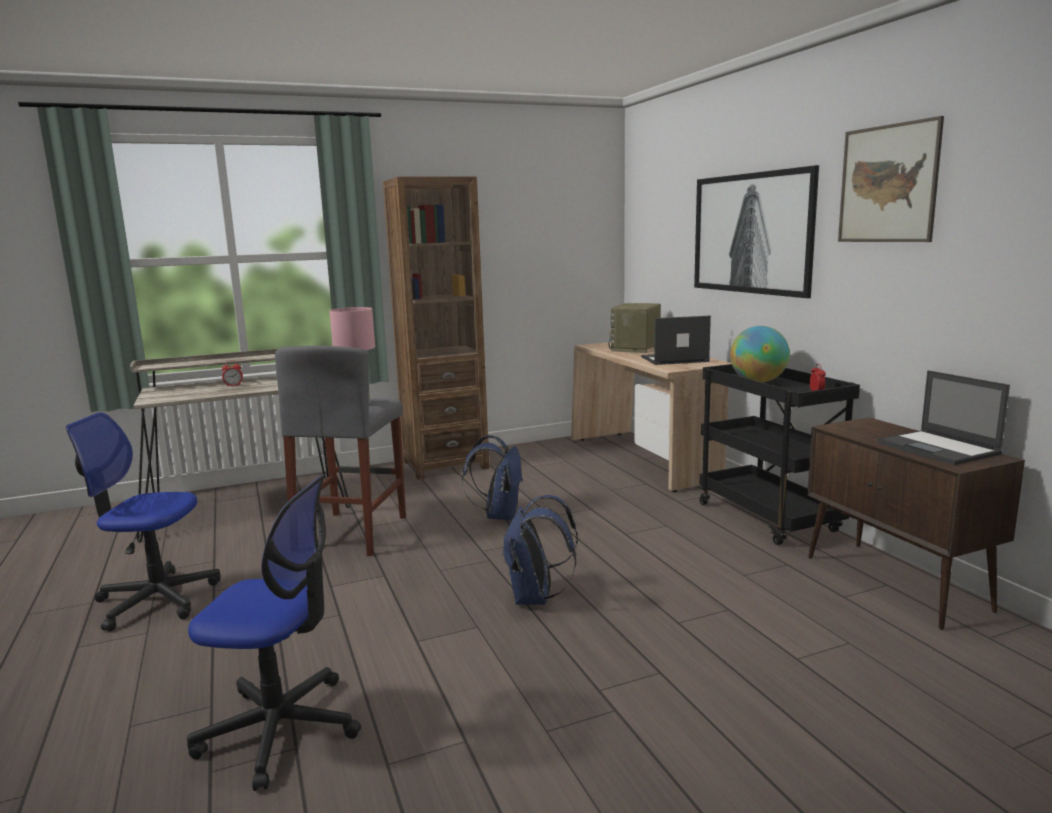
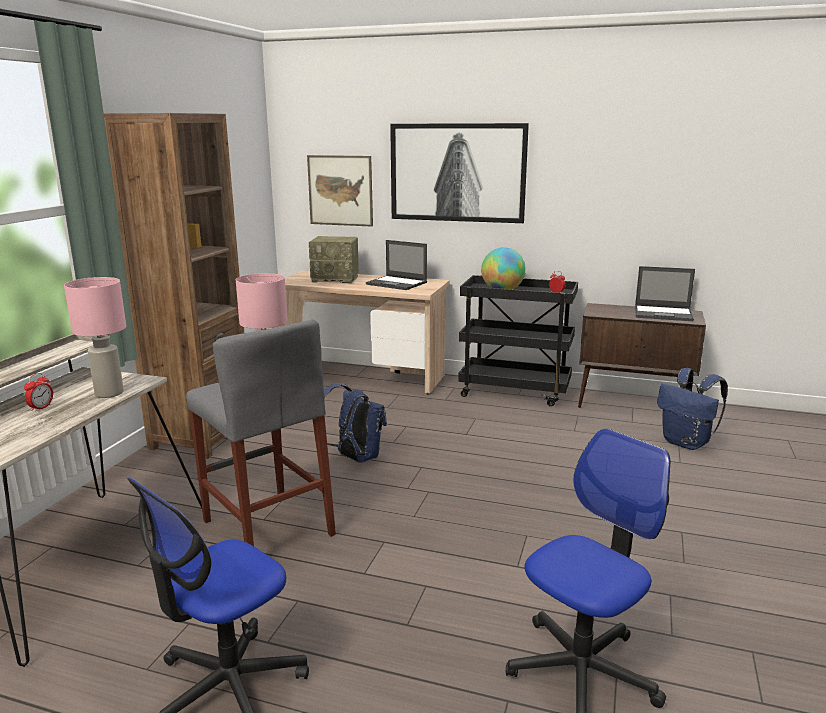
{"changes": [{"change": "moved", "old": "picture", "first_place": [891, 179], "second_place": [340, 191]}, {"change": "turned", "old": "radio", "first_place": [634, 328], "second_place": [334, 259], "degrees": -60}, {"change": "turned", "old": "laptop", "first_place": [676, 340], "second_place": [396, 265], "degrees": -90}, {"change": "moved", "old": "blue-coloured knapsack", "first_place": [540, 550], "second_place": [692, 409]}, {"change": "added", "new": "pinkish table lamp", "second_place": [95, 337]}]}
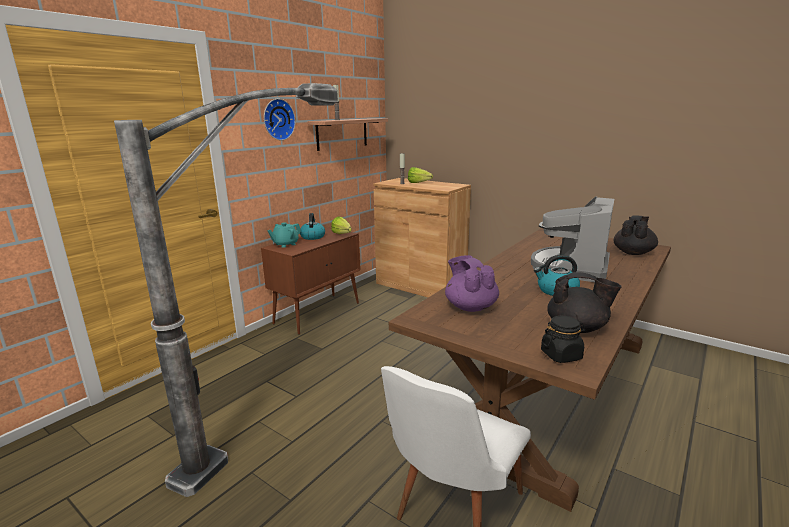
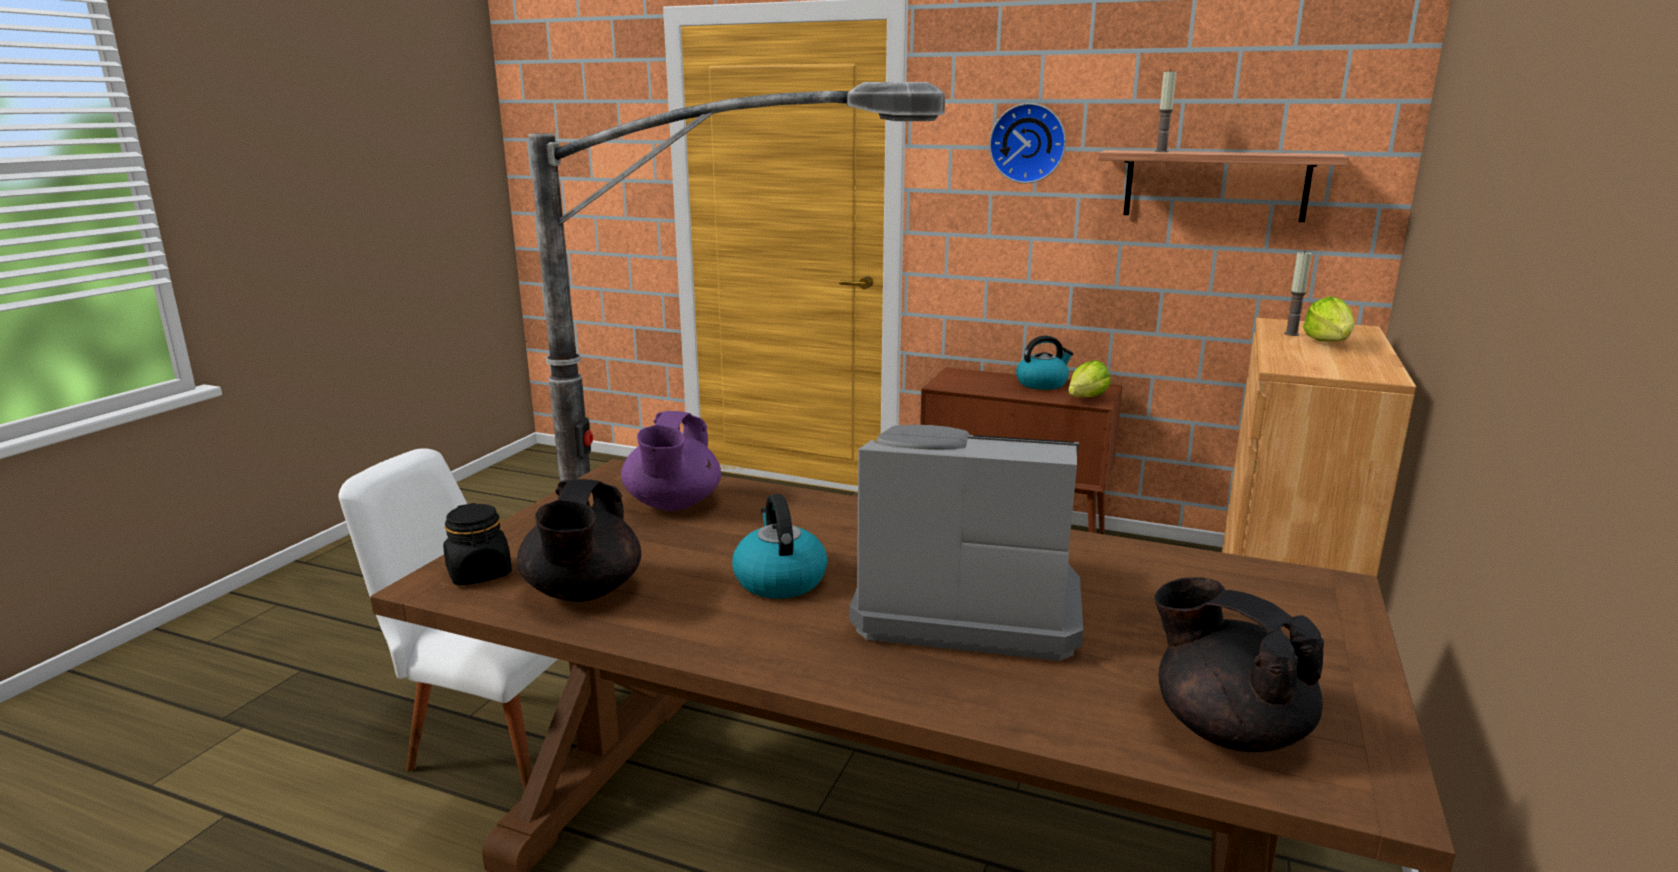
{"changes": [{"change": "turned", "old": "black teapot", "first_place": [636, 235], "second_place": [1239, 664], "degrees": -150}, {"change": "removed", "old": "turquoise-coloured teapot", "first_place": [284, 235]}, {"change": "turned", "old": "purple teapot", "first_place": [472, 283], "second_place": [671, 461], "degrees": 135}]}
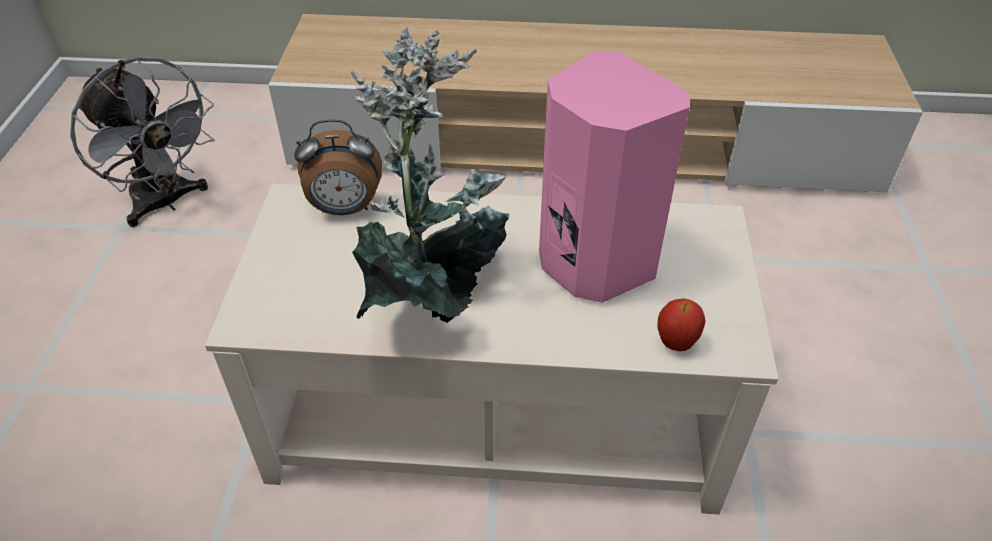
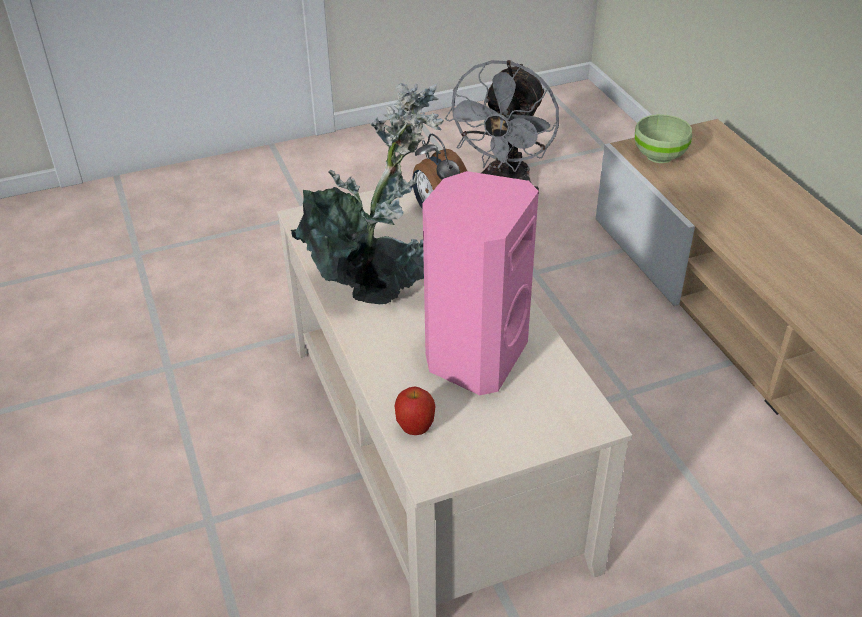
{"changes": [{"change": "added", "new": "green-coloured deep dish", "second_place": [663, 138]}]}
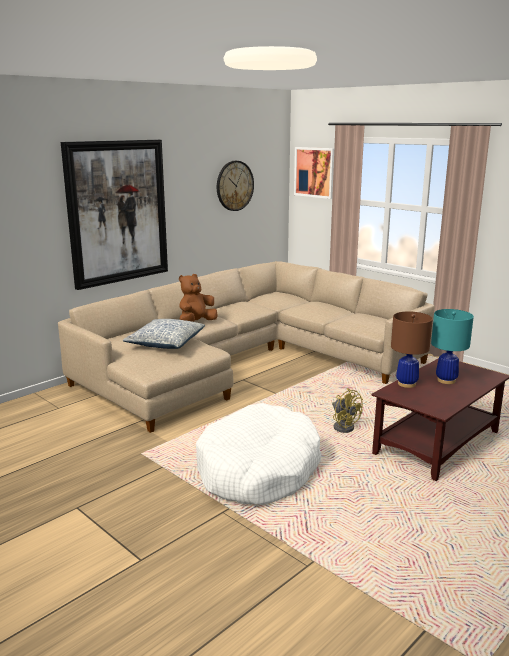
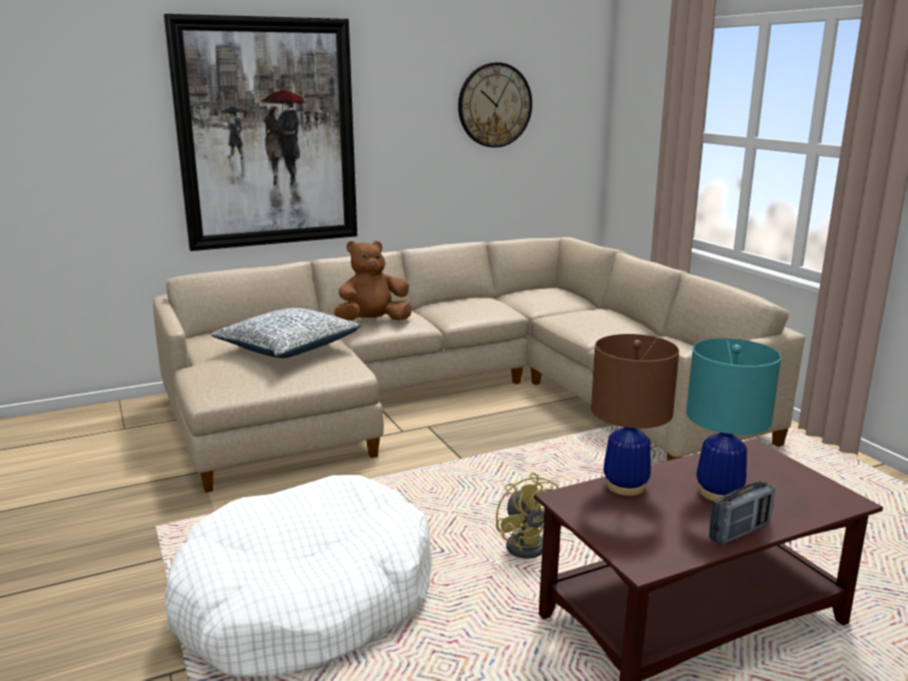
{"changes": [{"change": "removed", "old": "picture", "first_place": [314, 173]}, {"change": "added", "new": "radio", "second_place": [742, 513]}]}
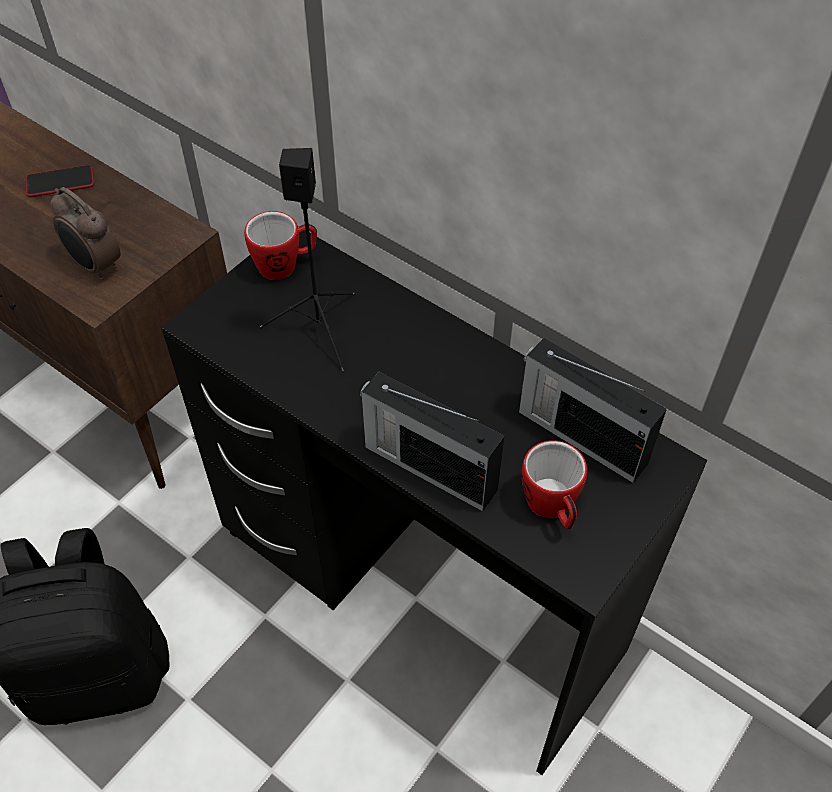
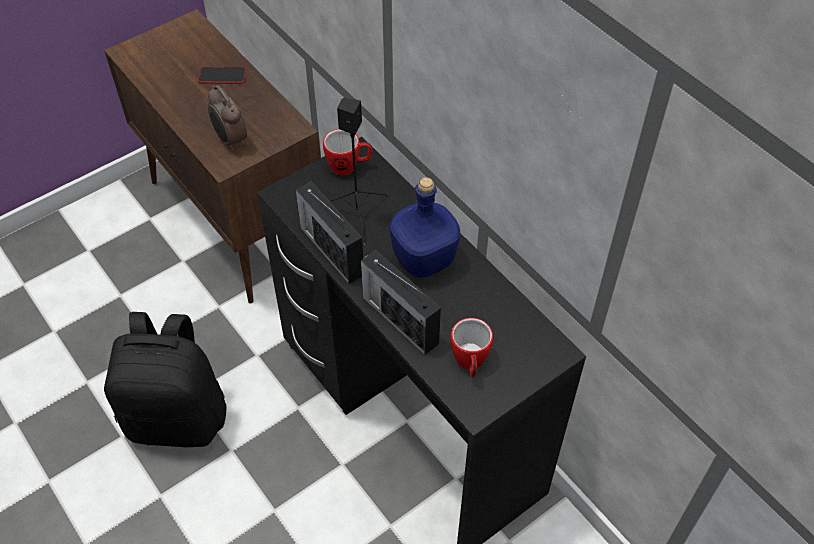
{"changes": [{"change": "moved", "old": "radio", "first_place": [593, 410], "second_place": [329, 232]}, {"change": "added", "new": "blue-coloured bottle", "second_place": [425, 227]}]}
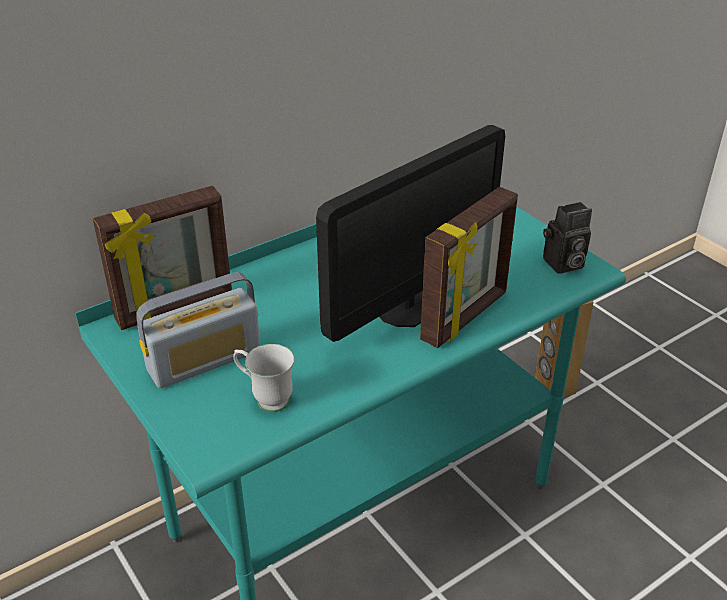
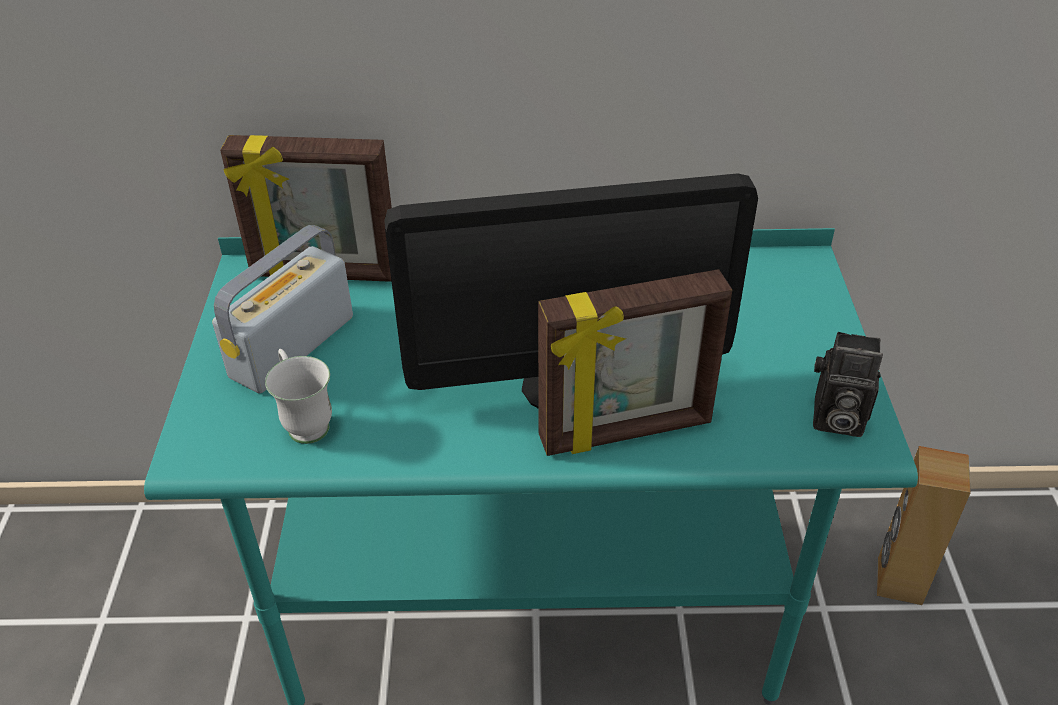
{"changes": [{"change": "turned", "old": "radio", "first_place": [198, 330], "second_place": [282, 309], "degrees": 120}]}
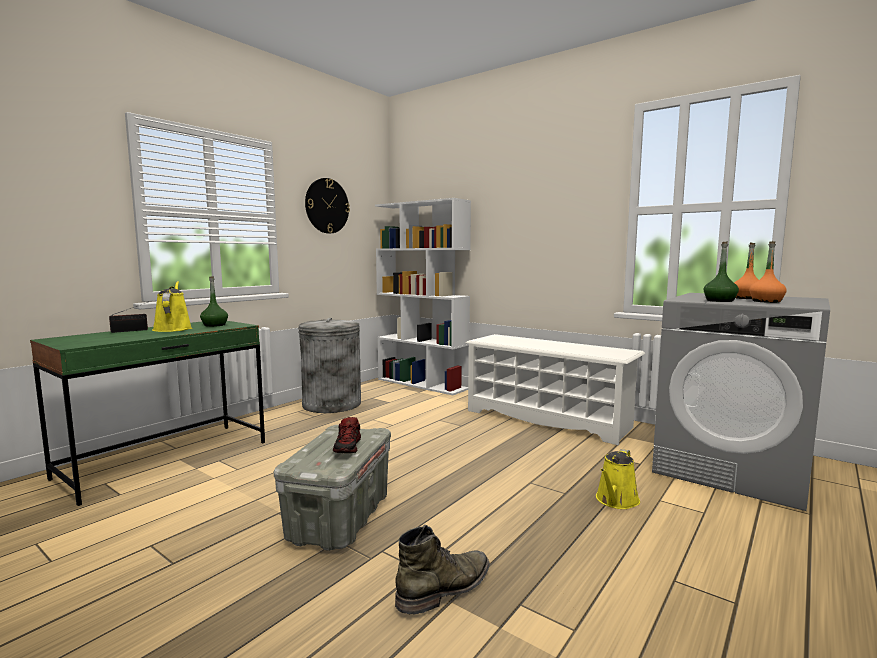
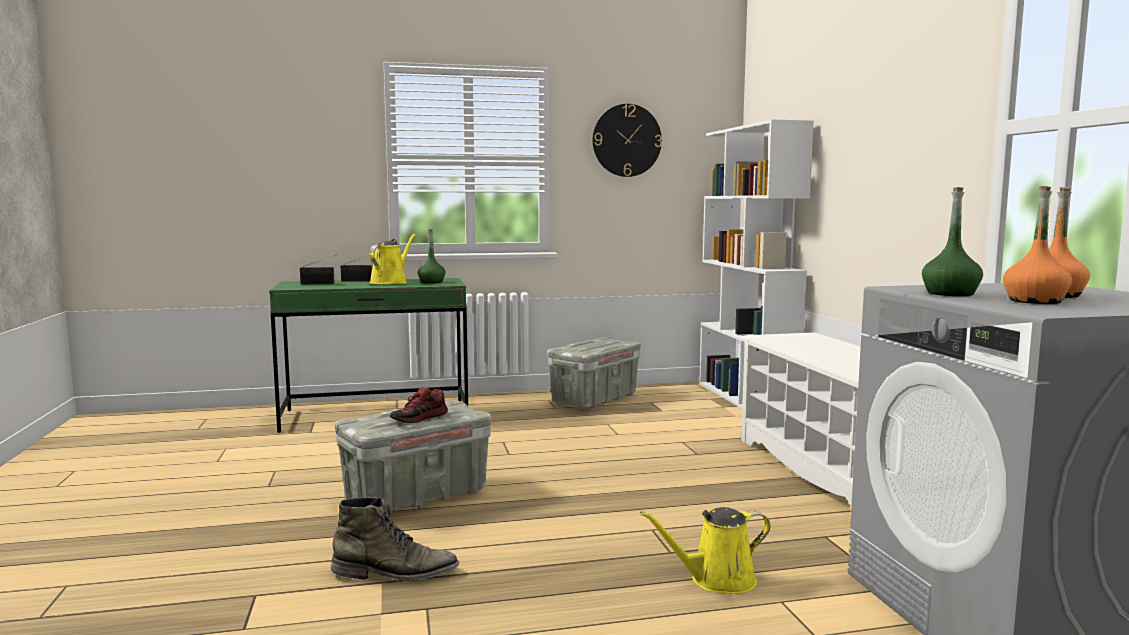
{"changes": [{"change": "replaced", "old": "grey rubbish bin", "new": "grey storage bin", "first_place": [329, 365], "second_place": [594, 373]}, {"change": "added", "new": "radio", "second_place": [318, 269]}]}
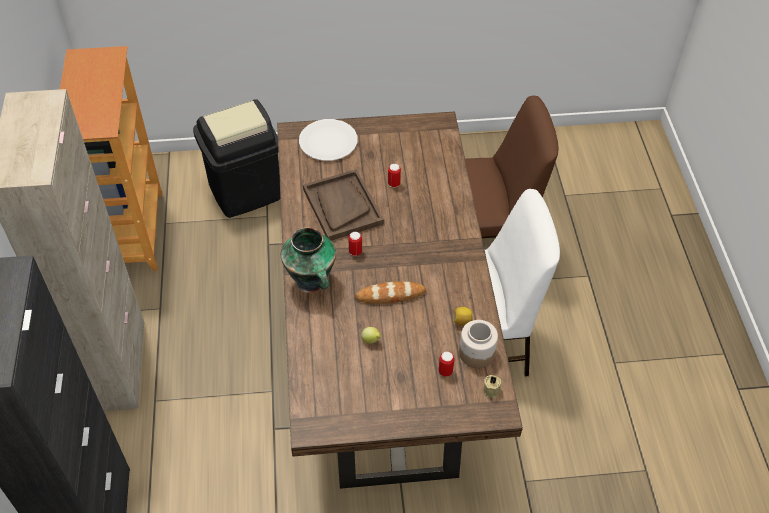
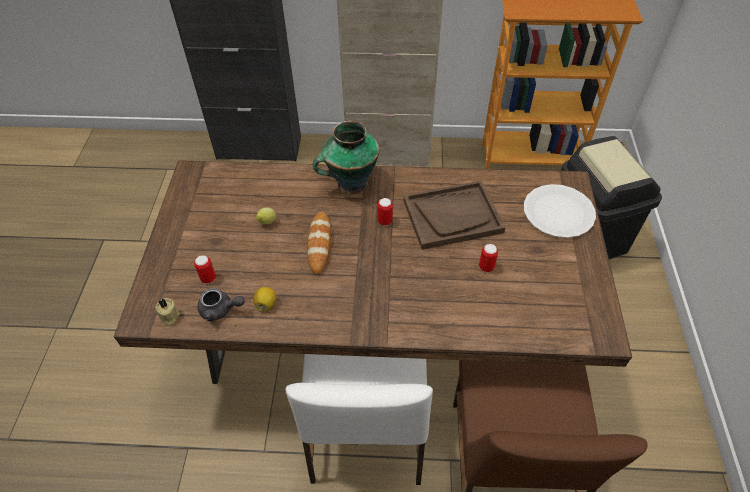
{"changes": [{"change": "replaced", "old": "preserve jar", "new": "grey teapot", "first_place": [478, 344], "second_place": [221, 305]}]}
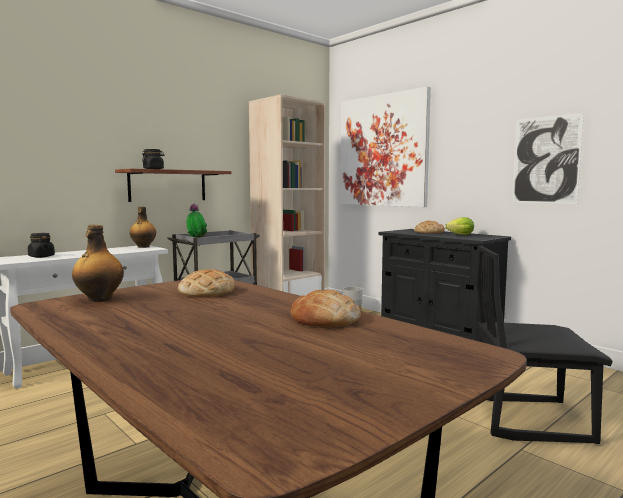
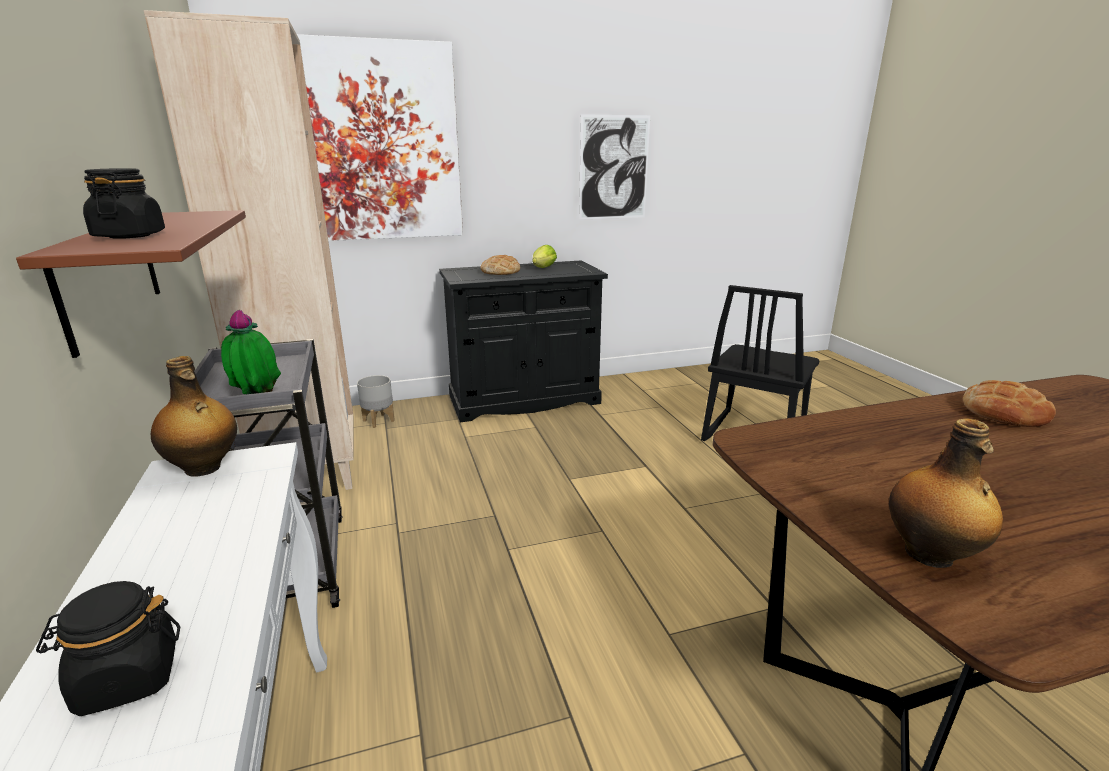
{"changes": [{"change": "removed", "old": "bread", "first_place": [206, 283]}]}
